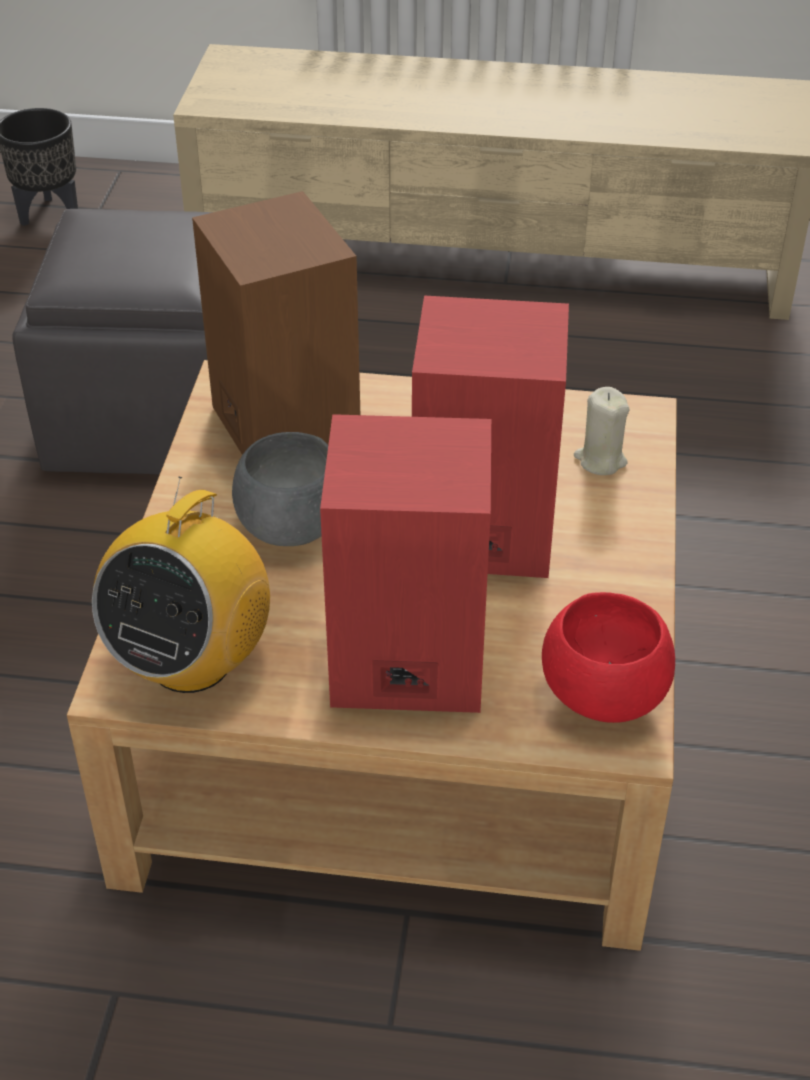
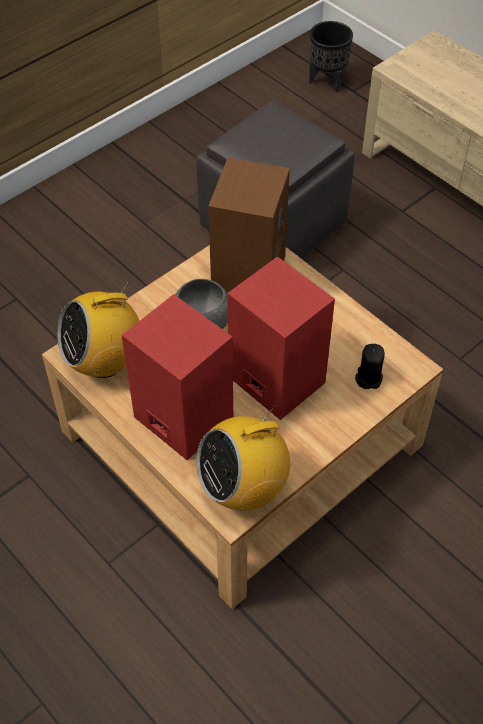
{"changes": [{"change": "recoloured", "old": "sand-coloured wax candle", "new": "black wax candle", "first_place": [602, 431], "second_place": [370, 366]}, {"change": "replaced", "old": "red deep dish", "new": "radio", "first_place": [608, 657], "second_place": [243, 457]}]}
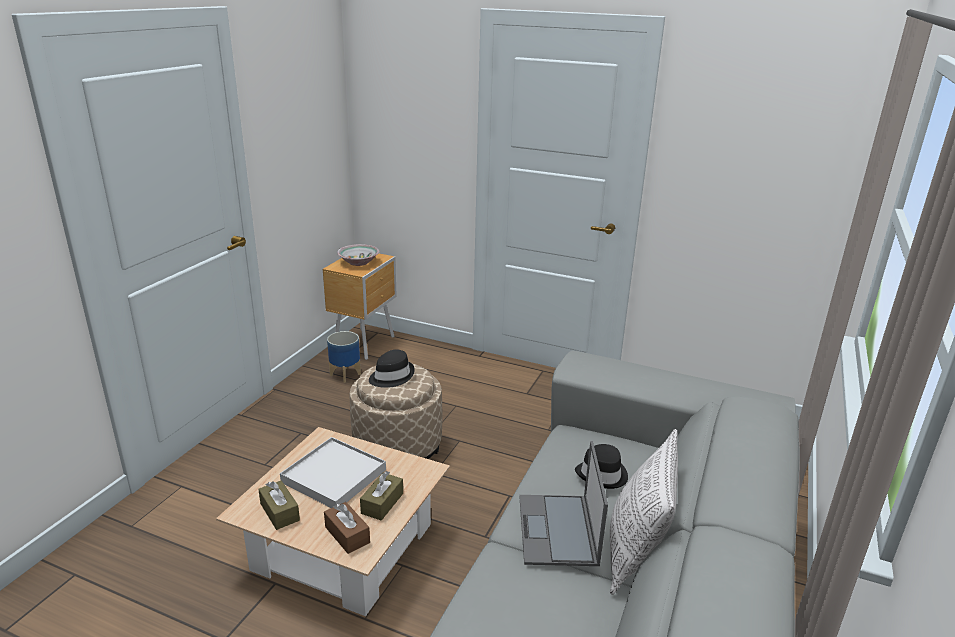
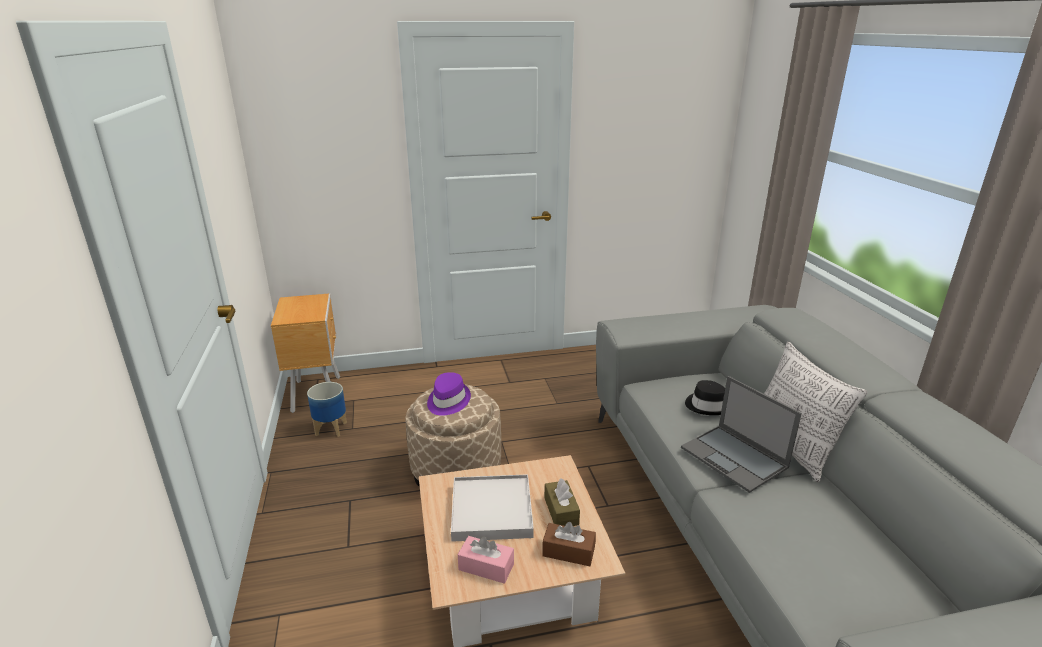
{"changes": [{"change": "removed", "old": "deep dish", "first_place": [358, 255]}, {"change": "recoloured", "old": "black hat", "new": "purple hat", "first_place": [392, 368], "second_place": [449, 394]}, {"change": "recoloured", "old": "brown box of tissues", "new": "pinkish box of tissues", "first_place": [279, 505], "second_place": [486, 560]}]}
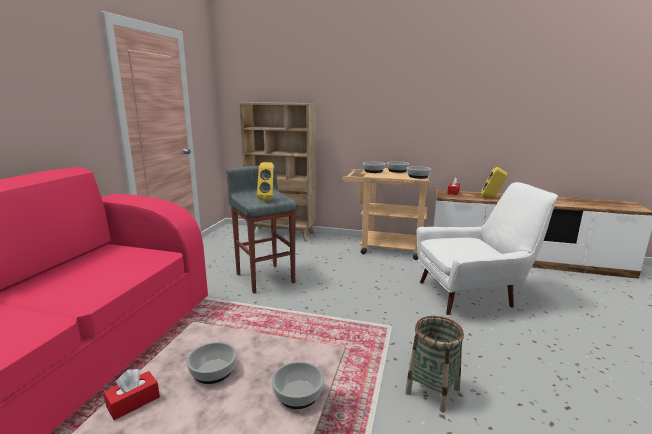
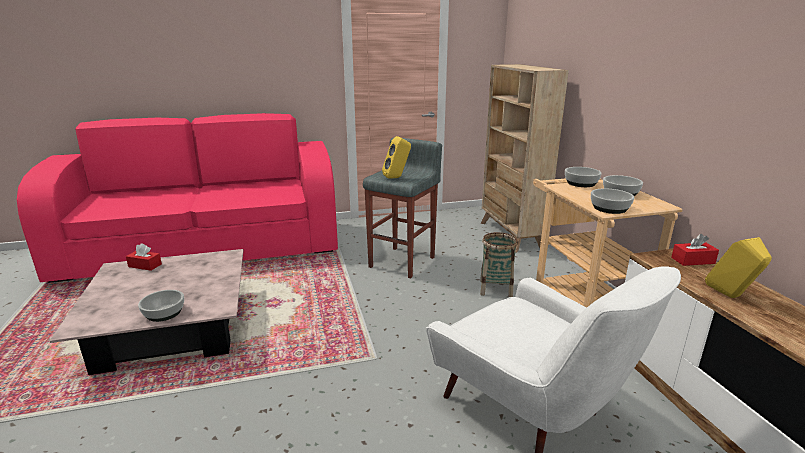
{"changes": [{"change": "moved", "old": "storage basket", "first_place": [434, 364], "second_place": [499, 264]}, {"change": "removed", "old": "deep dish", "first_place": [211, 363]}]}
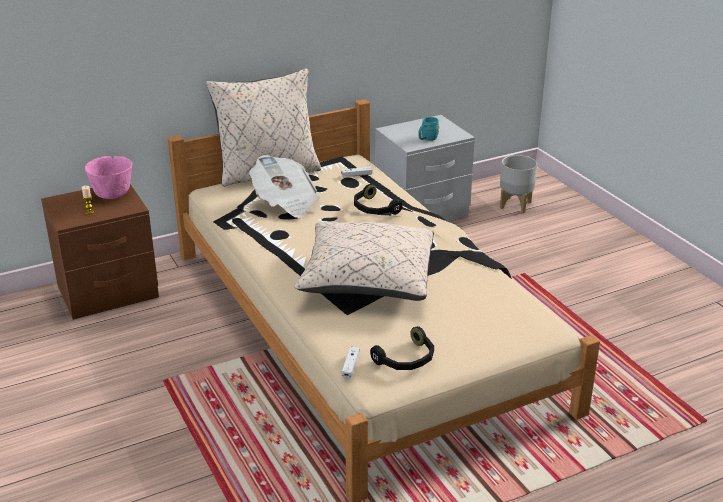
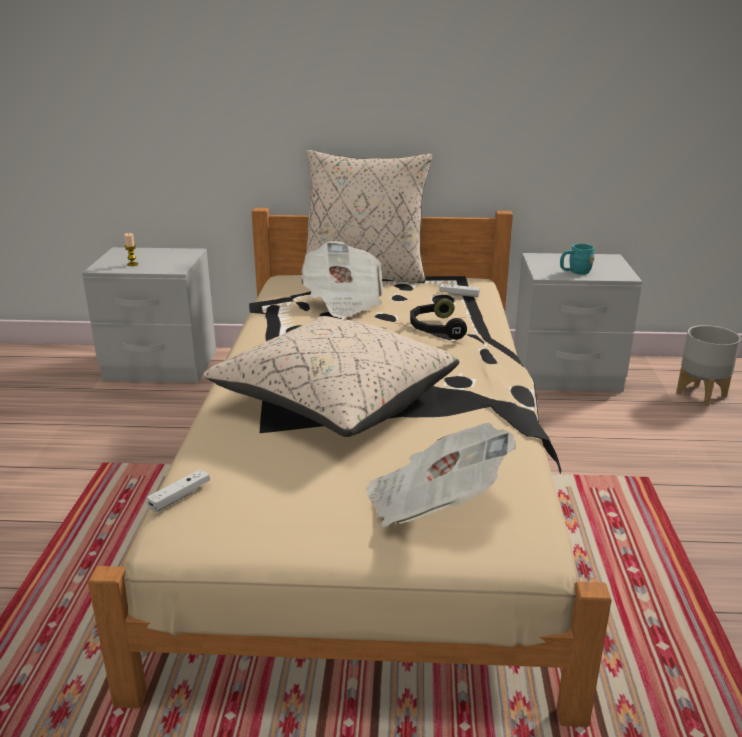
{"changes": [{"change": "removed", "old": "pinkish deep dish", "first_place": [109, 177]}, {"change": "recoloured", "old": "brown bedside table", "new": "grey bedside table", "first_place": [100, 252], "second_place": [149, 315]}, {"change": "removed", "old": "black headphones", "first_place": [402, 348]}, {"change": "added", "new": "newspaper", "second_place": [441, 475]}]}
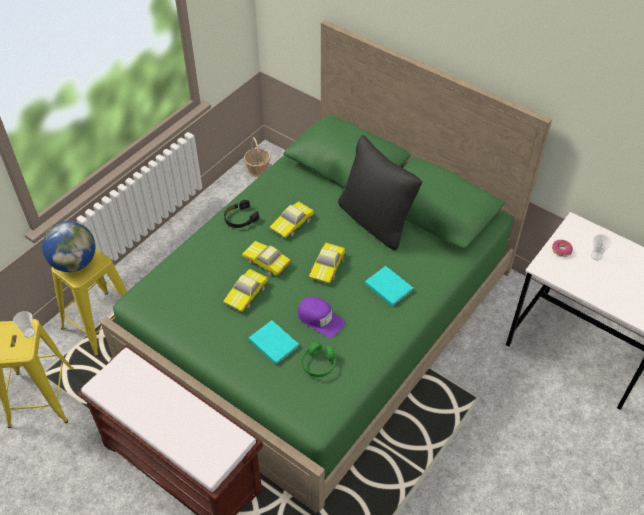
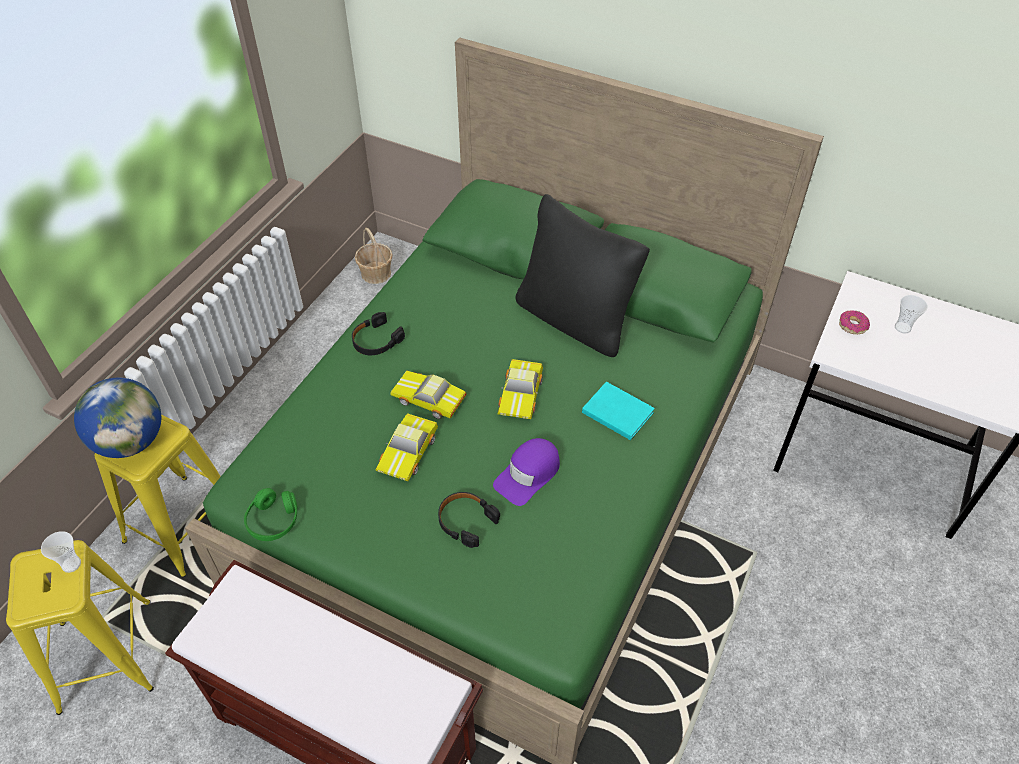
{"changes": [{"change": "removed", "old": "miniature car", "first_place": [291, 219]}, {"change": "turned", "old": "purple peaked cap", "first_place": [321, 317], "second_place": [526, 472], "degrees": 105}, {"change": "replaced", "old": "turquoise-coloured volume", "new": "black headphones", "first_place": [274, 342], "second_place": [469, 520]}, {"change": "moved", "old": "green-coloured headphones", "first_place": [319, 359], "second_place": [271, 514]}]}
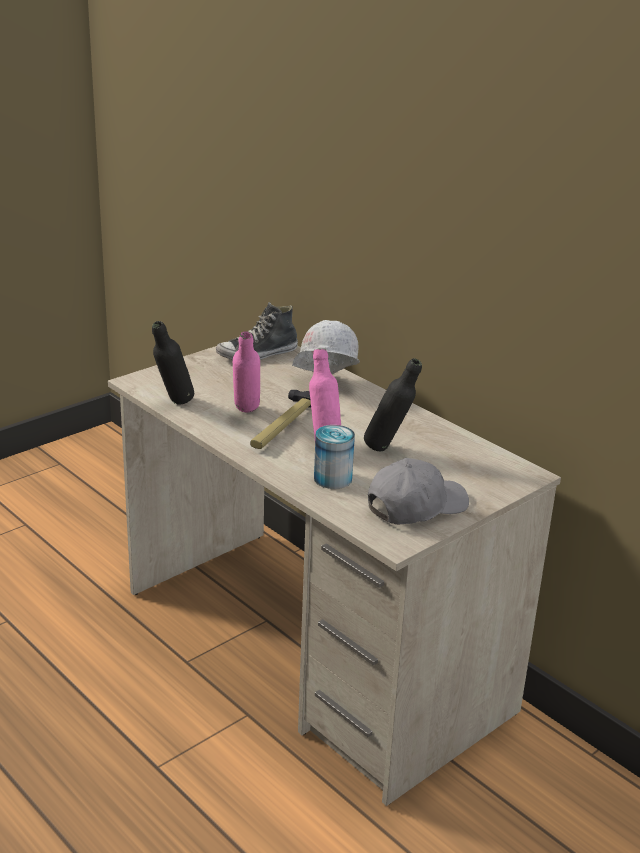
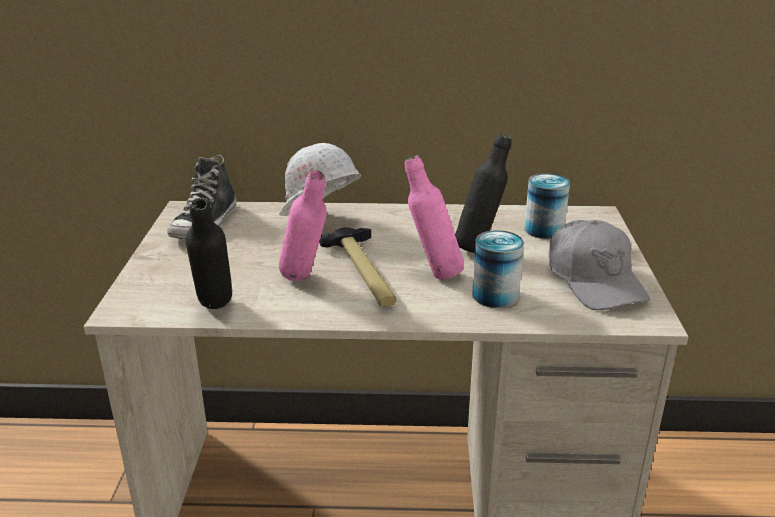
{"changes": [{"change": "turned", "old": "grey peaked cap", "first_place": [418, 491], "second_place": [599, 265], "degrees": 150}, {"change": "added", "new": "sealed can", "second_place": [547, 206]}]}
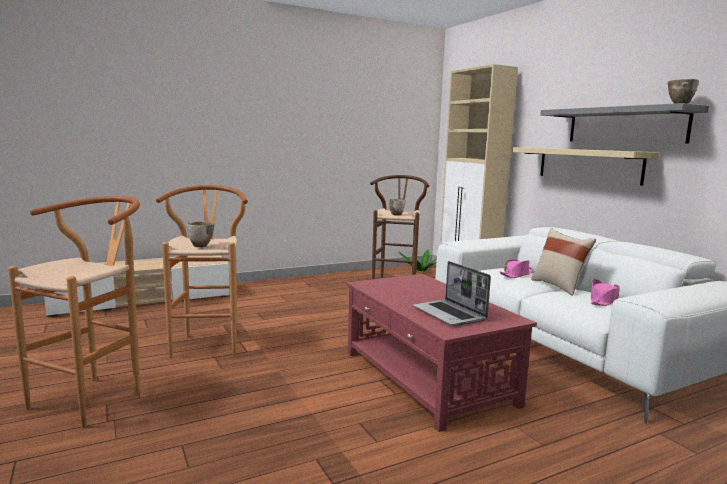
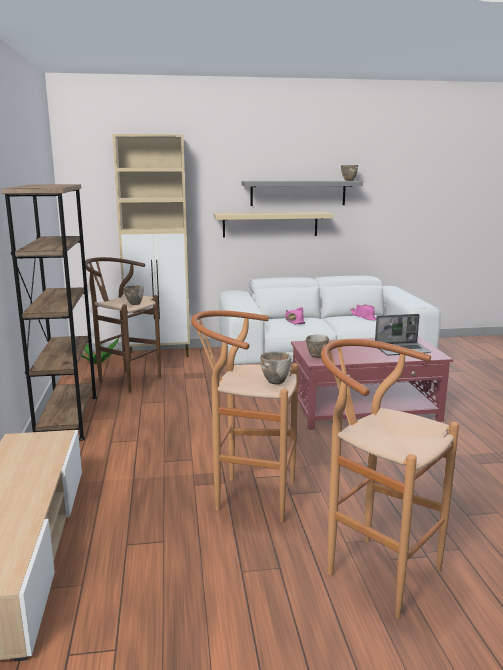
{"changes": [{"change": "removed", "old": "sand-coloured throw pillow", "first_place": [563, 262]}, {"change": "added", "new": "brown bookcase", "second_place": [49, 312]}, {"change": "added", "new": "deep dish", "second_place": [317, 346]}]}
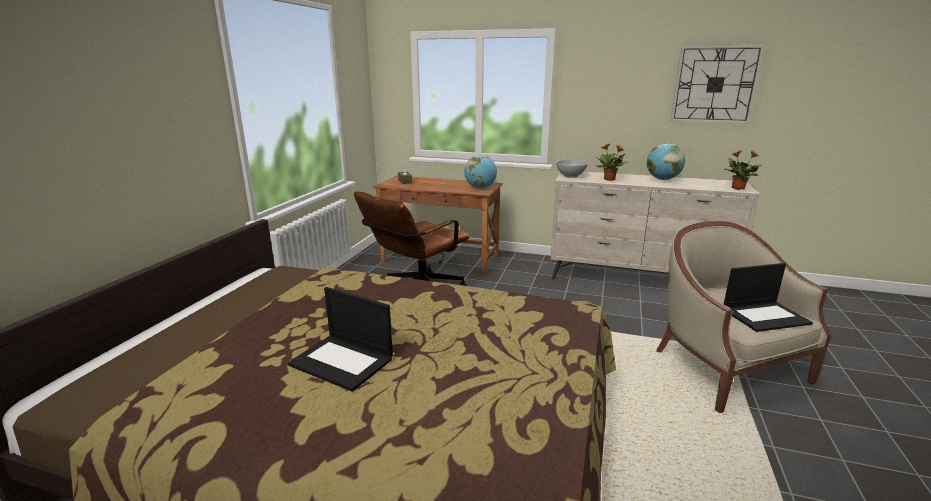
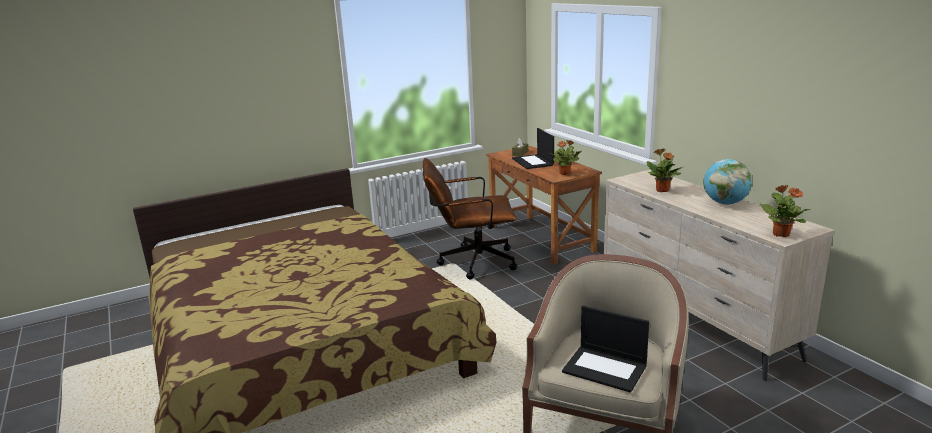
{"changes": [{"change": "removed", "old": "hanging clock", "first_place": [718, 84]}, {"change": "replaced", "old": "globe", "new": "houseplant", "first_place": [480, 172], "second_place": [565, 157]}, {"change": "removed", "old": "whitish deep dish", "first_place": [572, 169]}, {"change": "moved", "old": "laptop", "first_place": [340, 339], "second_place": [533, 148]}]}
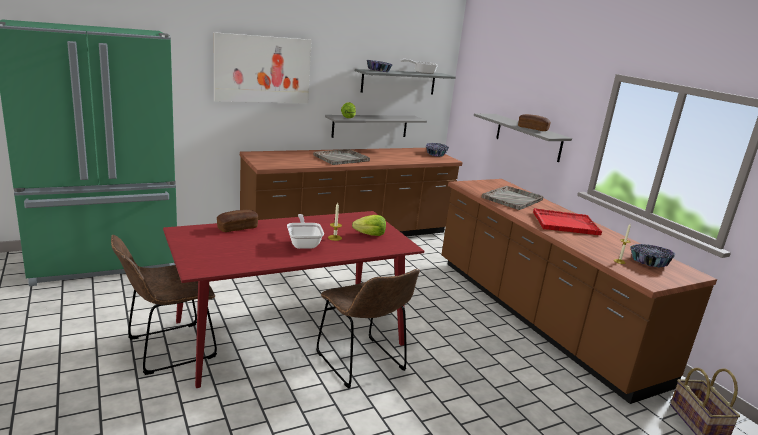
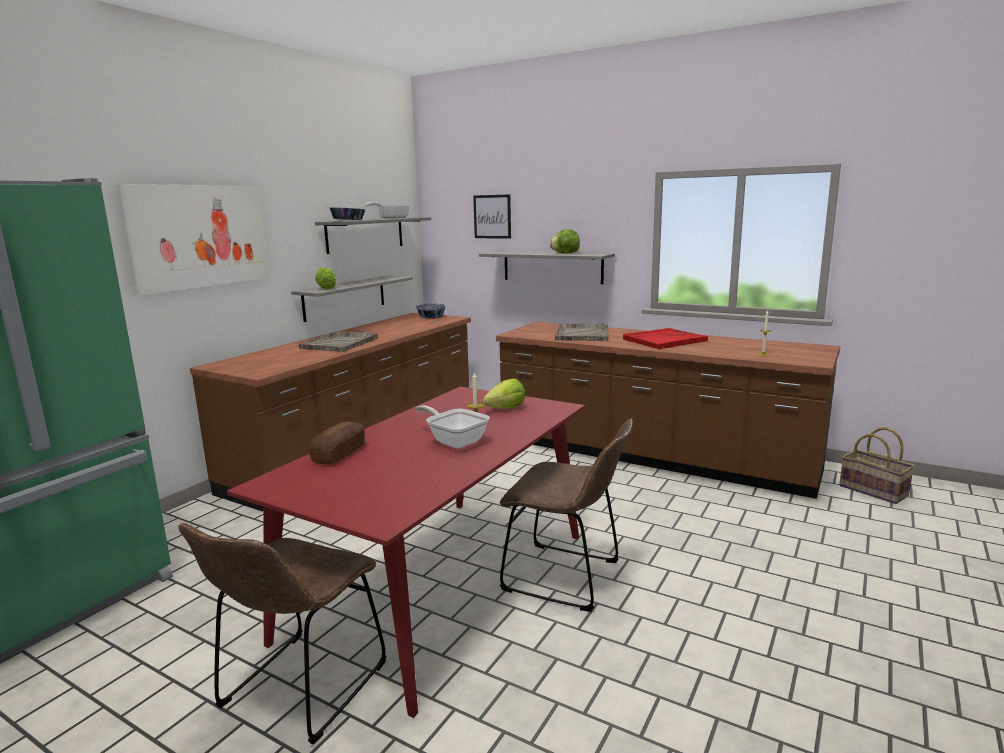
{"changes": [{"change": "replaced", "old": "bread", "new": "lettuce head", "first_place": [534, 122], "second_place": [565, 241]}, {"change": "removed", "old": "deep dish", "first_place": [652, 256]}, {"change": "added", "new": "picture", "second_place": [492, 216]}]}
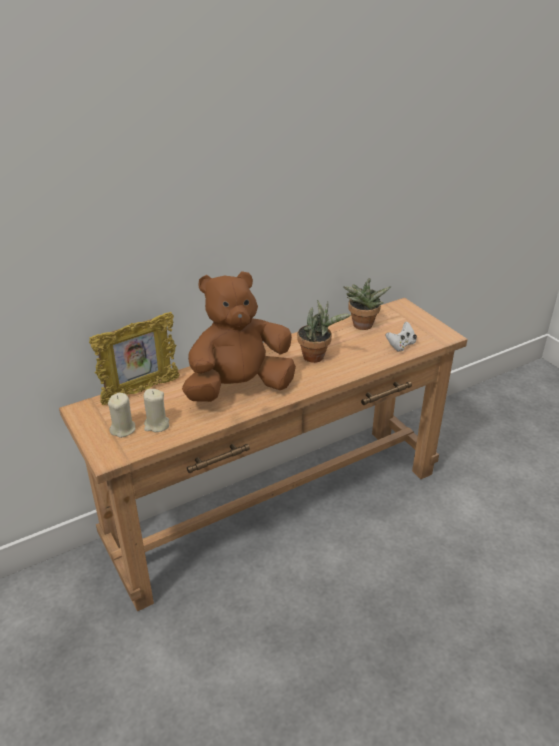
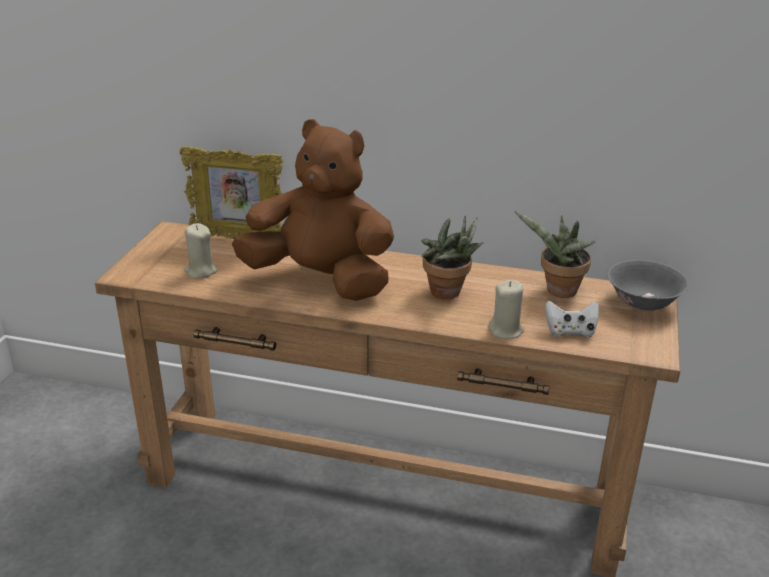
{"changes": [{"change": "moved", "old": "sand-coloured wax candle", "first_place": [121, 415], "second_place": [506, 309]}, {"change": "added", "new": "grey deep dish", "second_place": [648, 285]}]}
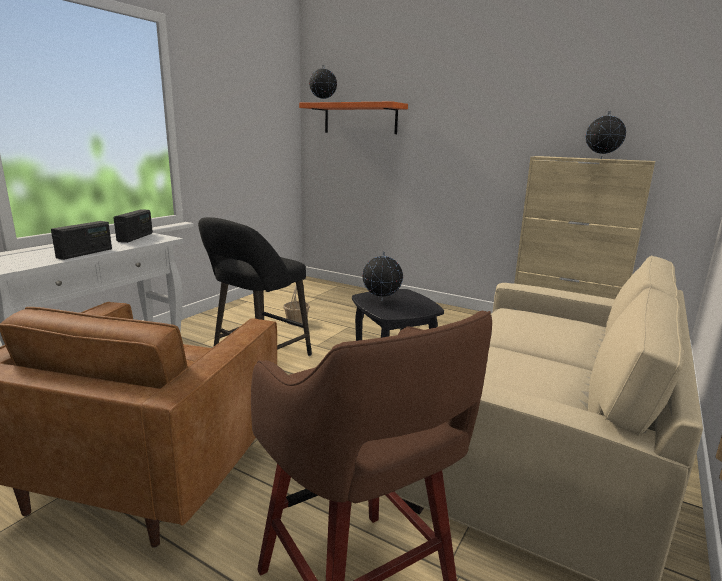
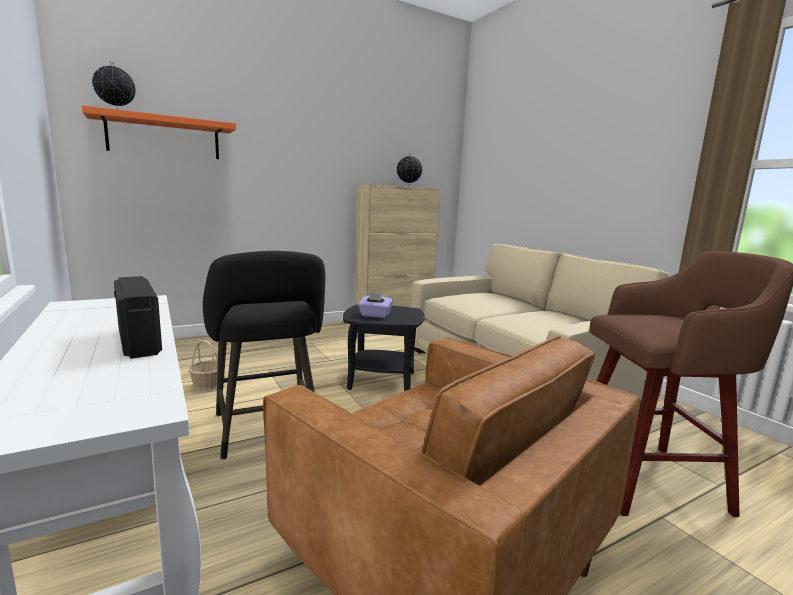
{"changes": [{"change": "removed", "old": "radio", "first_place": [133, 226]}, {"change": "replaced", "old": "globe", "new": "purple box of tissues", "first_place": [382, 276], "second_place": [375, 305]}]}
